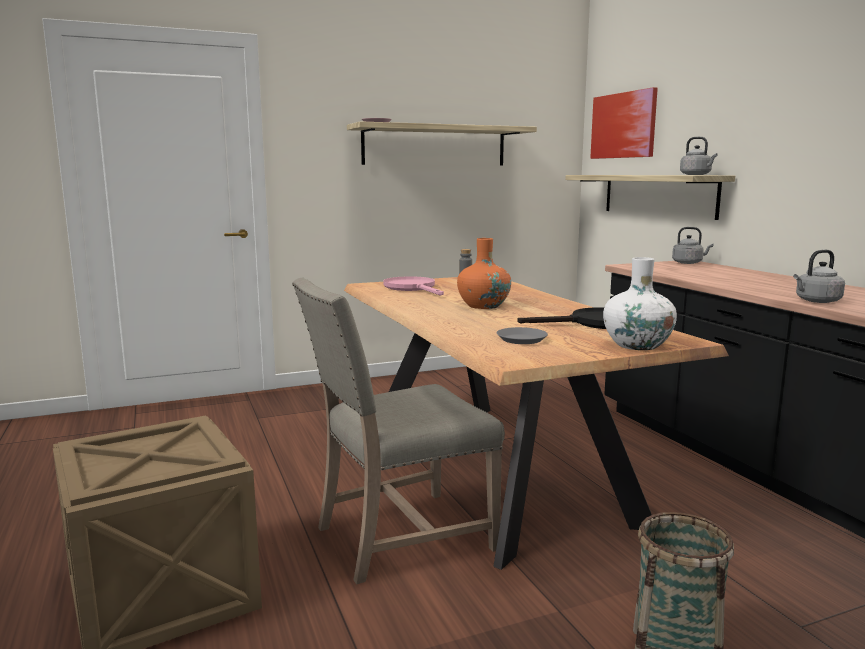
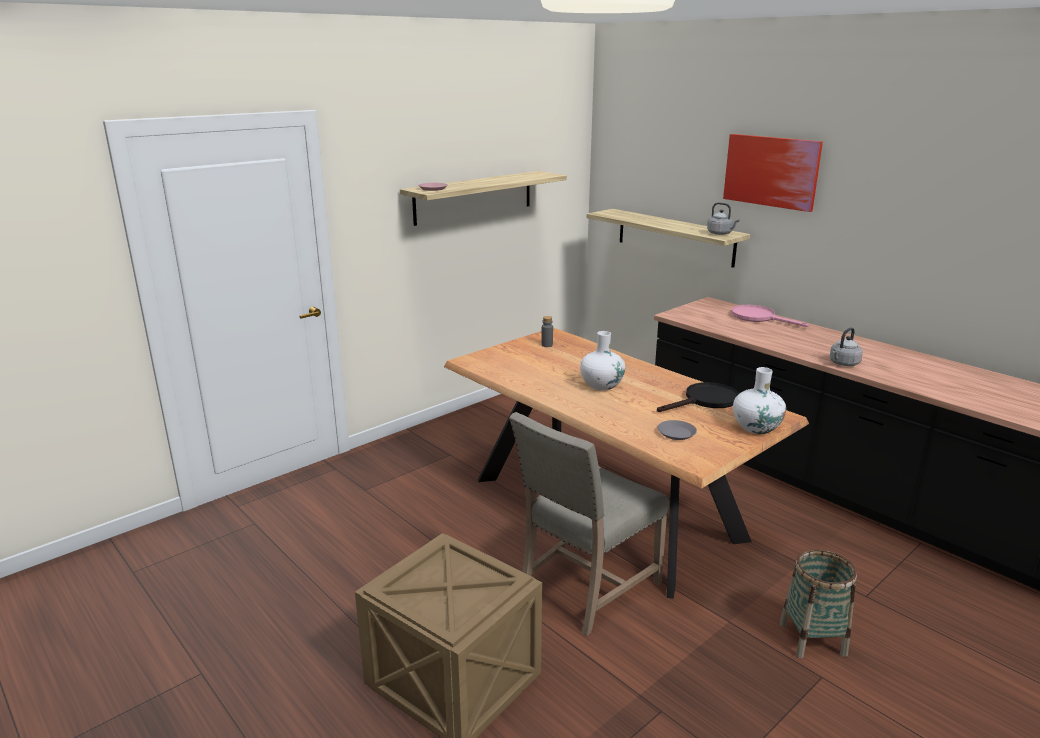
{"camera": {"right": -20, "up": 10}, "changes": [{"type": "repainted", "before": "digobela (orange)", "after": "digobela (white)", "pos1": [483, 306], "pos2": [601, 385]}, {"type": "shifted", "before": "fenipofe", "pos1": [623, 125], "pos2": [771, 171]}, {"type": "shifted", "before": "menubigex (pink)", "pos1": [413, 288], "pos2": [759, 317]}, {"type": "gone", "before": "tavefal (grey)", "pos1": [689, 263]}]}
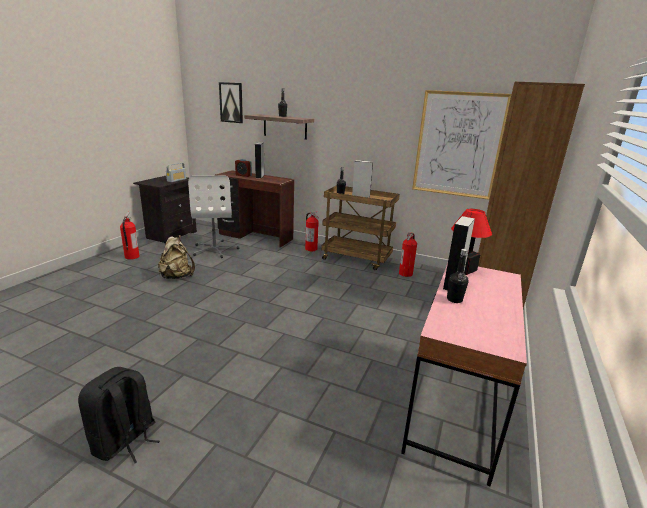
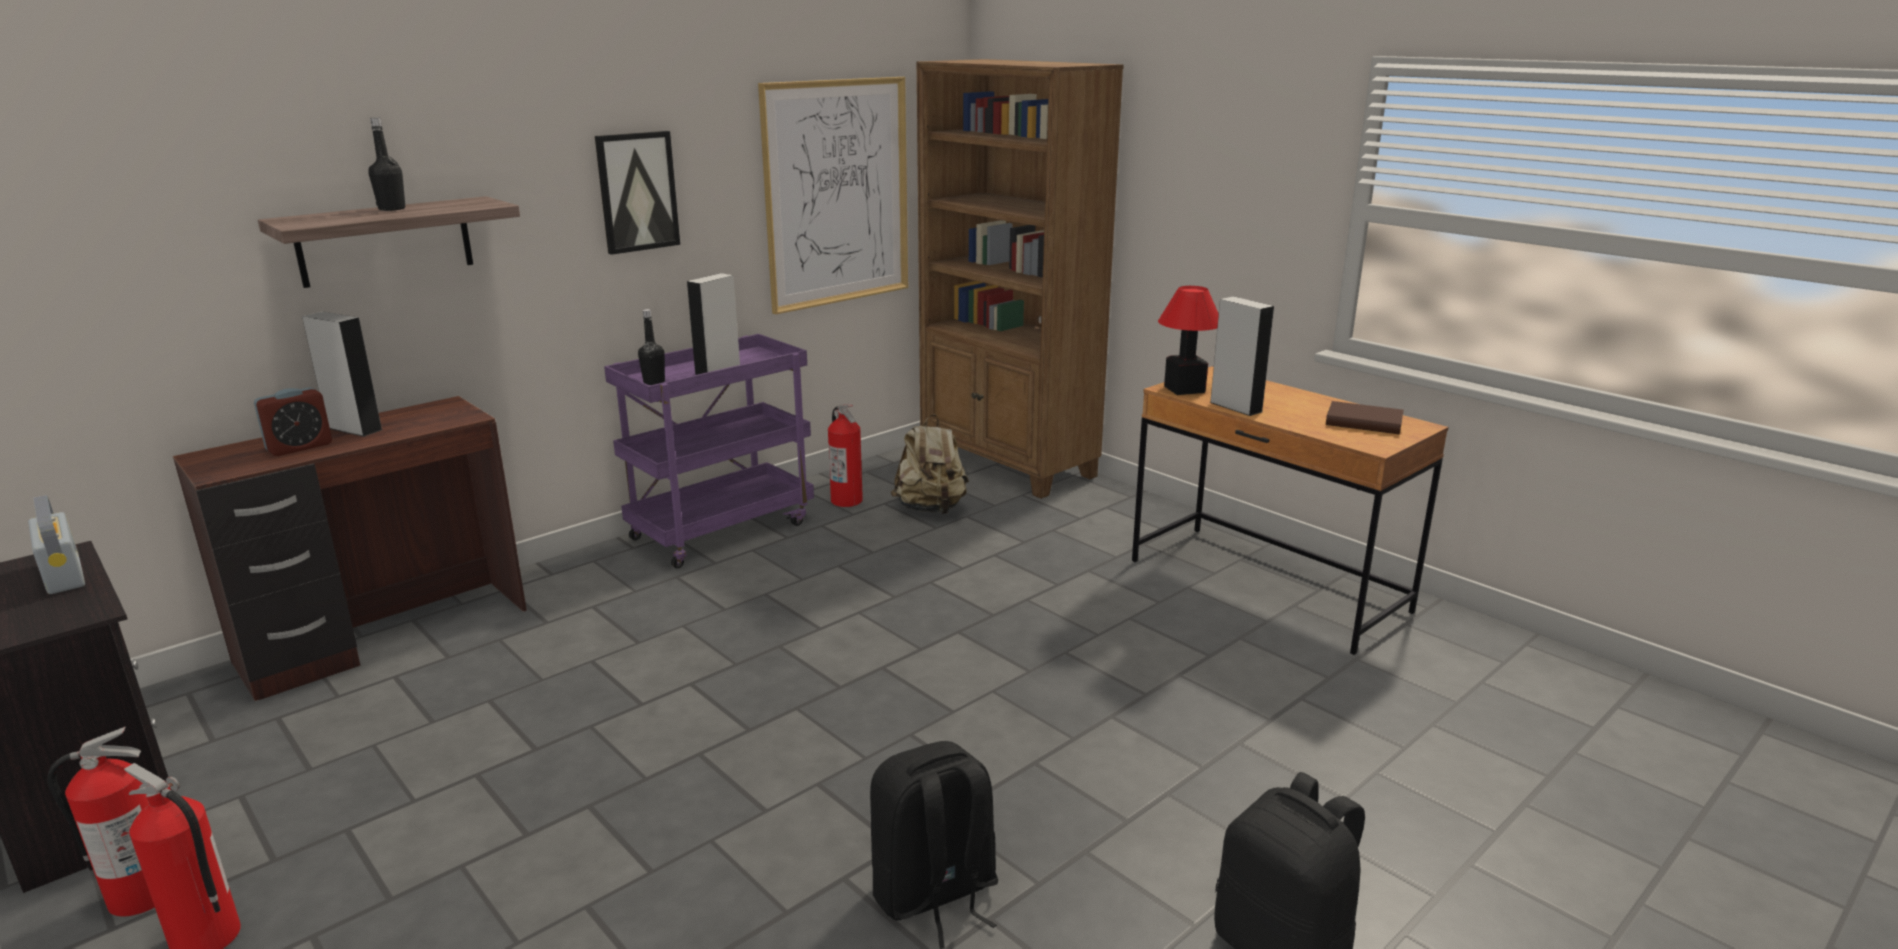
{"camera": {"right": -65, "up": 0}, "changes": [{"type": "shifted", "before": "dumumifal", "pos1": [311, 249], "pos2": [141, 896]}, {"type": "shifted", "before": "fenipofe", "pos1": [231, 102], "pos2": [637, 192]}, {"type": "repainted", "before": "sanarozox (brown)", "after": "sanarozox (purple)", "pos1": [357, 259], "pos2": [722, 529]}, {"type": "new", "after": "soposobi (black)", "pos2": [935, 895]}, {"type": "shifted", "before": "soposobi (beige)", "pos1": [177, 276], "pos2": [931, 509]}, {"type": "repainted", "before": "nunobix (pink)", "after": "nunobix (brown)", "pos1": [454, 406], "pos2": [1267, 586]}, {"type": "new", "after": "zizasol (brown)", "pos2": [1363, 423]}, {"type": "gone", "before": "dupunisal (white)", "pos1": [215, 249]}, {"type": "gone", "before": "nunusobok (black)", "pos1": [454, 299]}]}
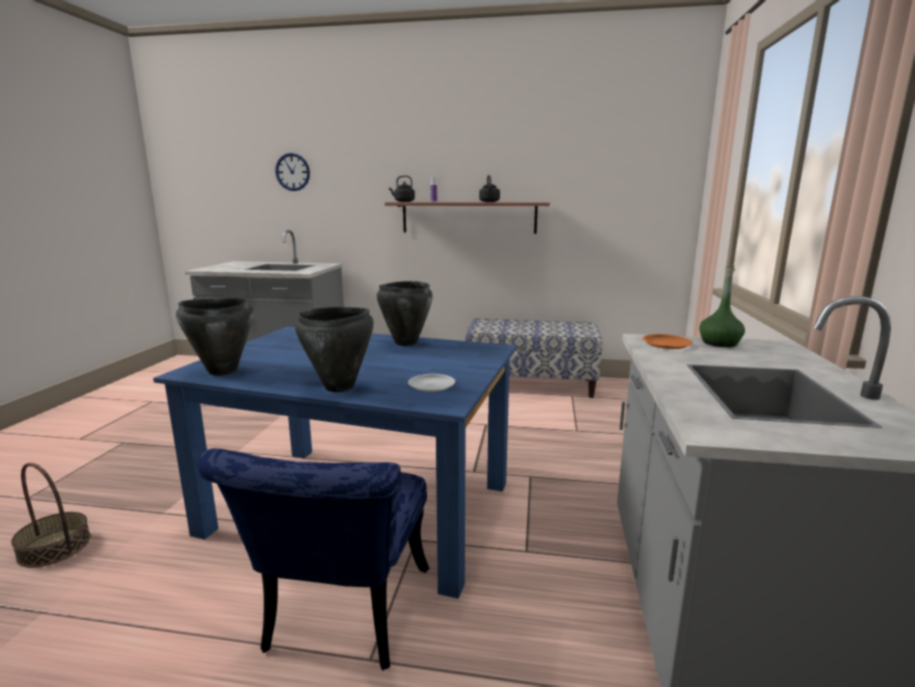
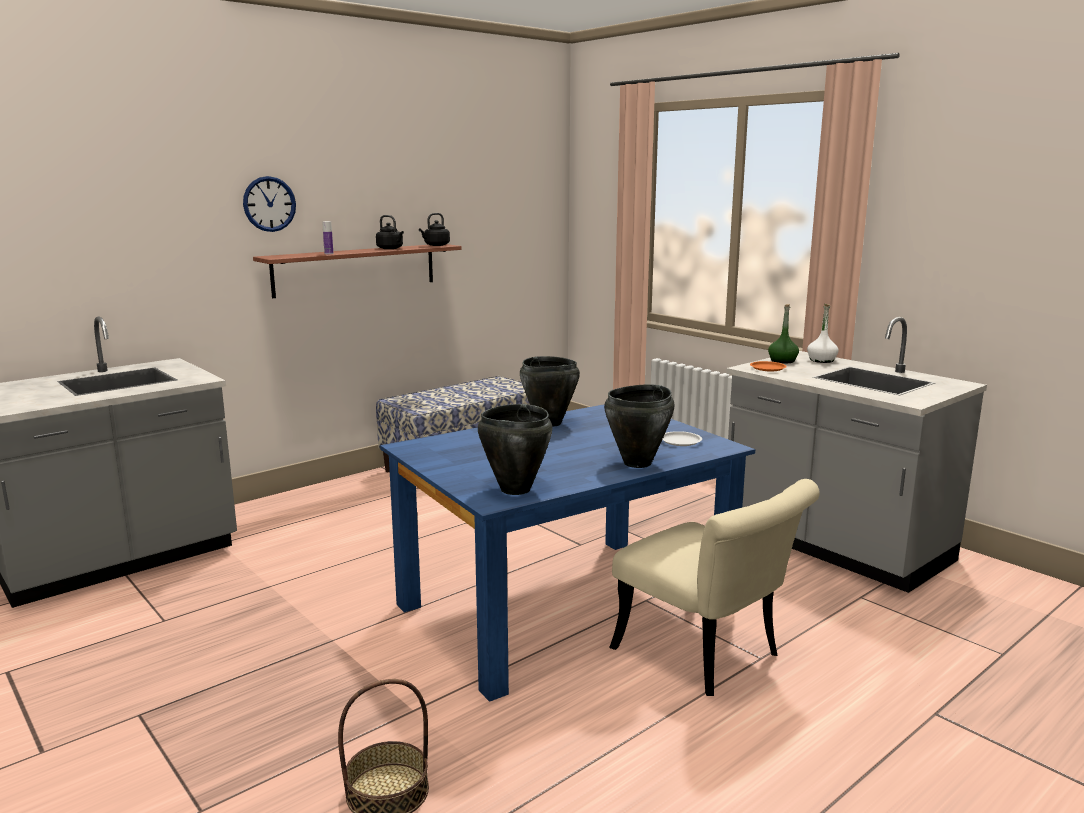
{"camera": {"right": -50, "up": 0}, "changes": [{"type": "shifted", "before": "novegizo", "pos1": [292, 172], "pos2": [269, 204]}, {"type": "shifted", "before": "tavefal (black)", "pos1": [403, 202], "pos2": [435, 245]}, {"type": "repainted", "before": "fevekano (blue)", "after": "fevekano (beige)", "pos1": [341, 619], "pos2": [707, 657]}, {"type": "new", "after": "nunusobok (white)", "pos2": [821, 360]}]}
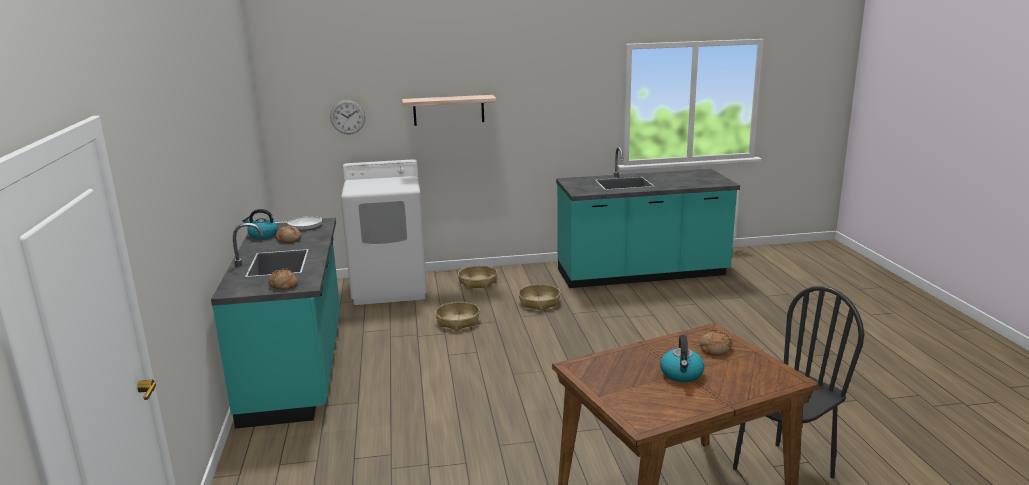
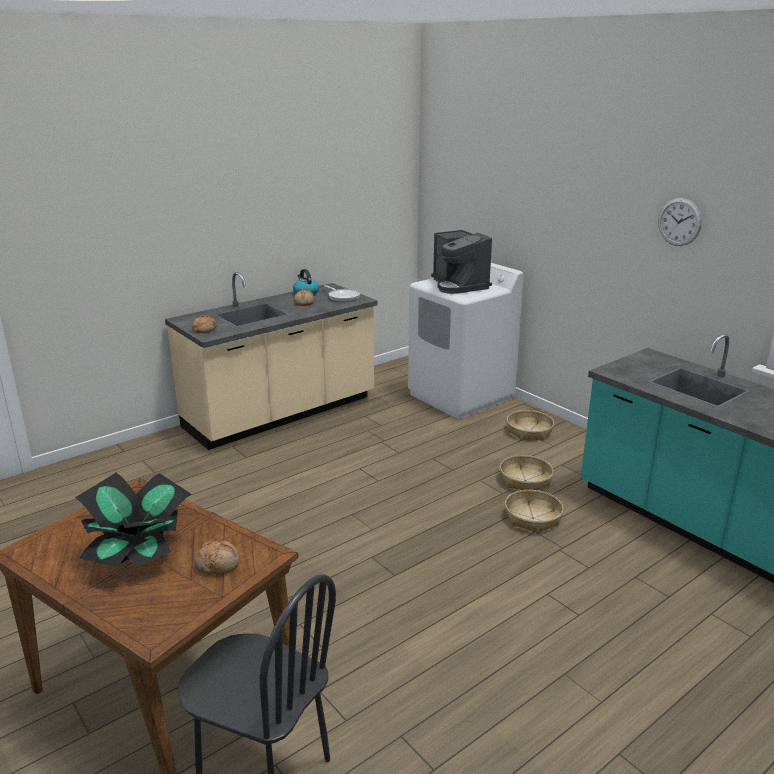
{"camera": {"right": 60, "up": 5}, "changes": [{"type": "swapped", "before": "tavefal", "after": "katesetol", "pos1": [682, 374], "pos2": [139, 554]}, {"type": "repainted", "before": "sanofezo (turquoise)", "after": "sanofezo (beige)", "pos1": [297, 367], "pos2": [281, 413]}, {"type": "new", "after": "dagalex", "pos2": [459, 285]}, {"type": "shifted", "before": "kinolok", "pos1": [458, 321], "pos2": [533, 518]}, {"type": "shifted", "before": "novegizo", "pos1": [347, 117], "pos2": [679, 222]}, {"type": "gone", "before": "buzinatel", "pos1": [448, 110]}]}
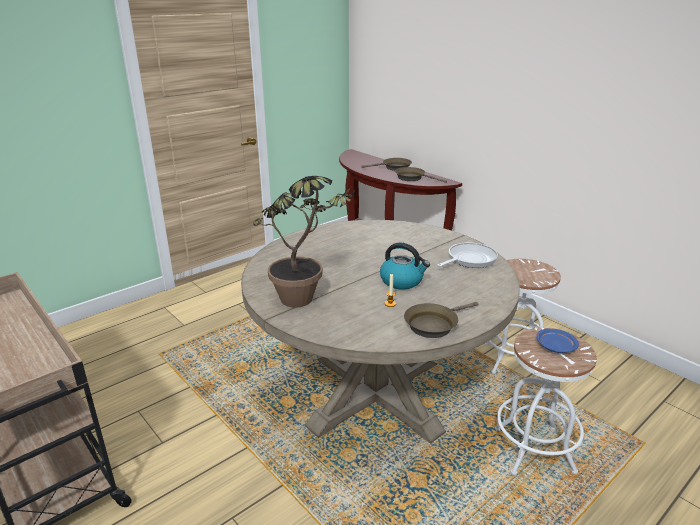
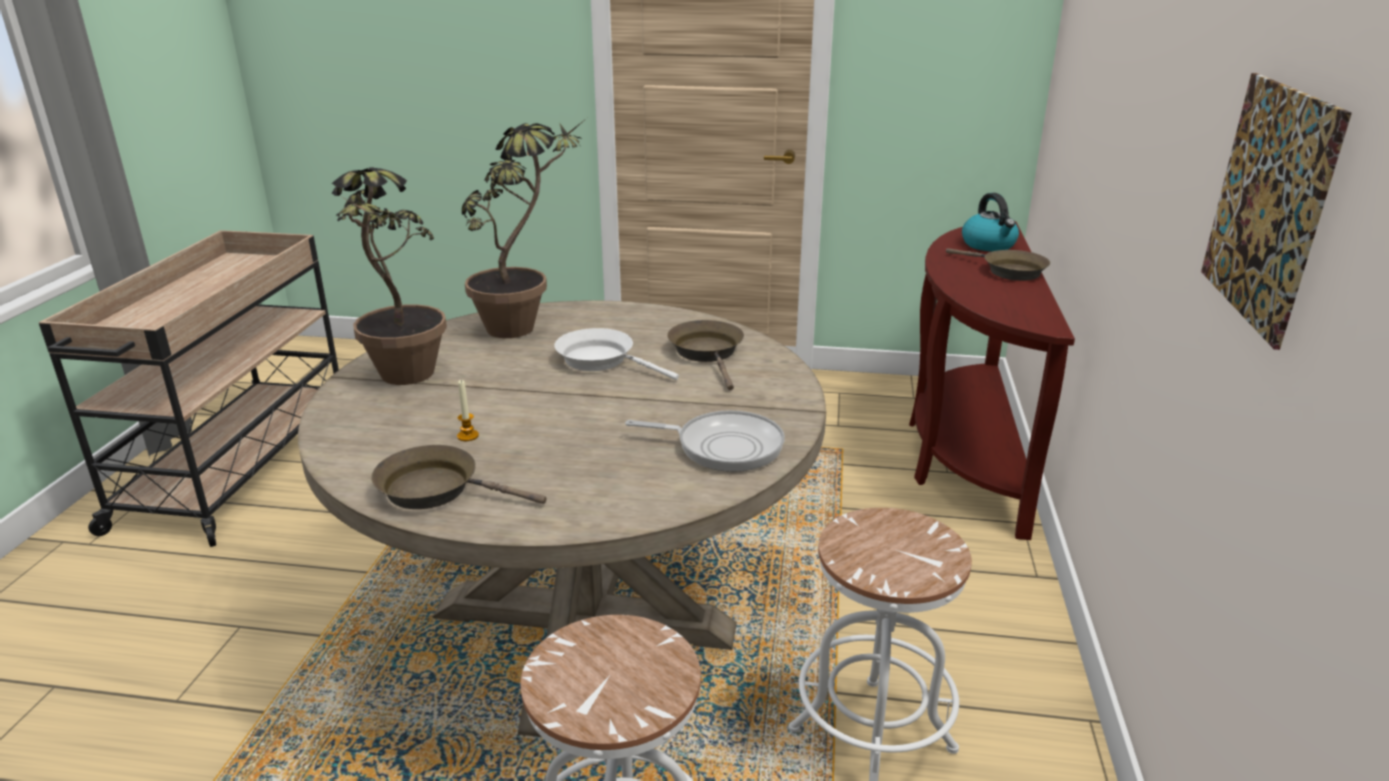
{"camera": {"right": 50, "up": 0}, "changes": [{"type": "new", "after": "katesetol", "pos2": [525, 324]}, {"type": "new", "after": "menubigex (white)", "pos2": [601, 360]}, {"type": "shifted", "before": "menubigex (brown)", "pos1": [412, 178], "pos2": [708, 353]}, {"type": "shifted", "before": "tavefal", "pos1": [402, 281], "pos2": [989, 245]}, {"type": "new", "after": "fenipofe", "pos2": [1267, 204]}, {"type": "gone", "before": "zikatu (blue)", "pos1": [555, 346]}]}
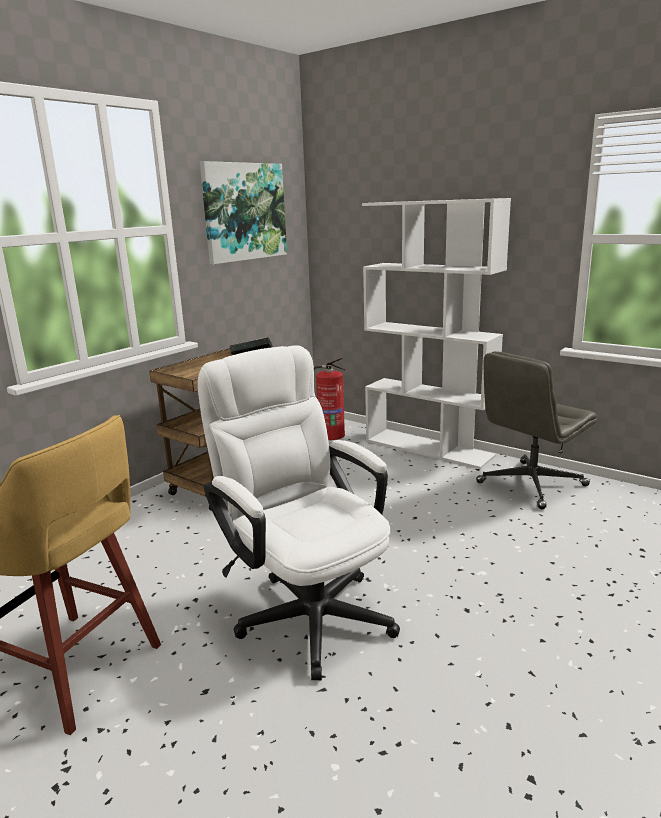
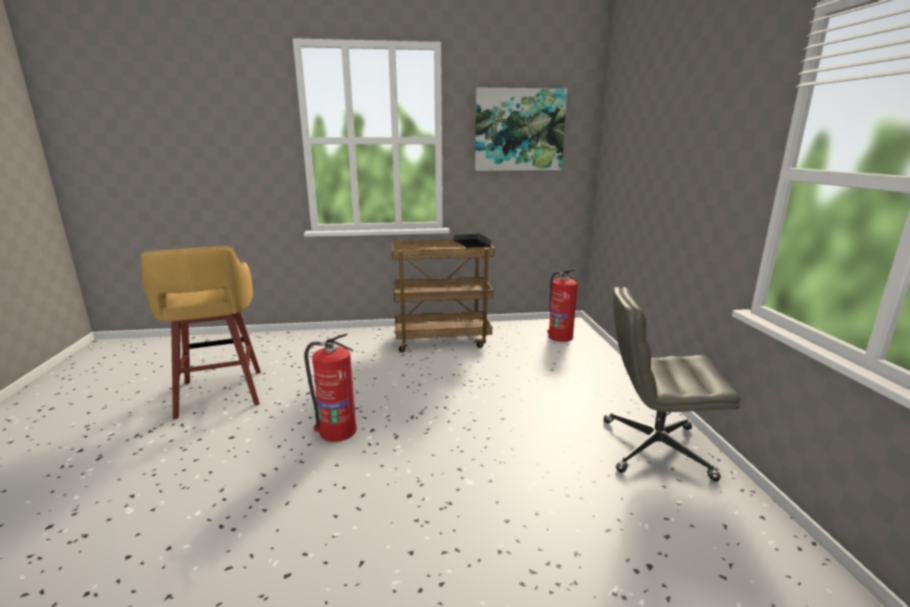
{"camera": {"right": 45, "up": 0}, "changes": [{"type": "swapped", "before": "dupunisal (white)", "after": "dumumifal", "pos1": [306, 609], "pos2": [337, 431]}, {"type": "gone", "before": "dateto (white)", "pos1": [429, 448]}]}
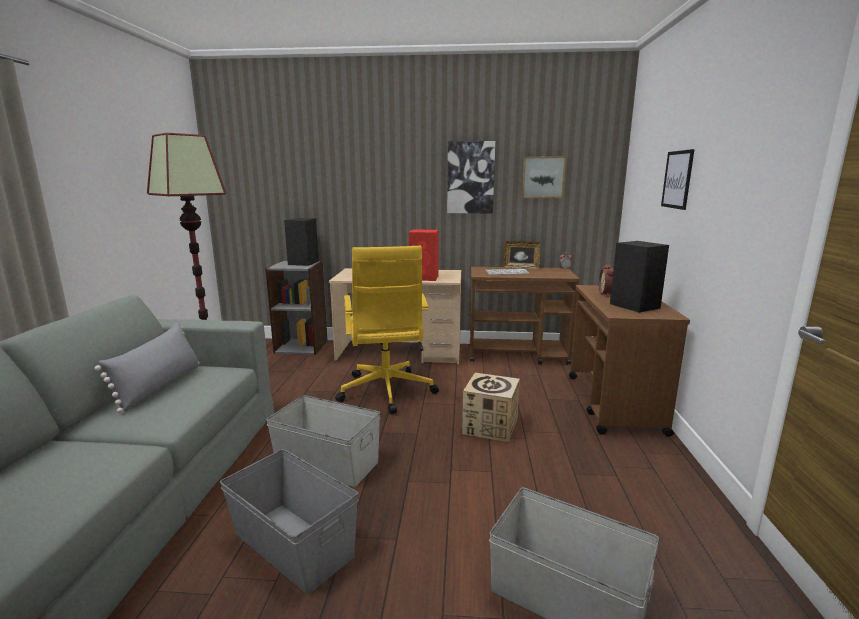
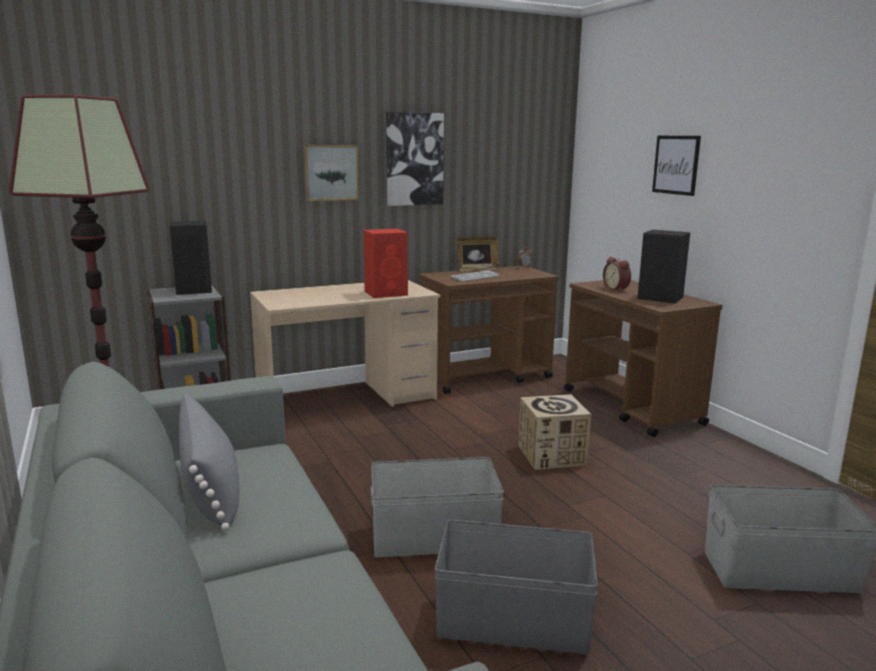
{"camera": {"right": -30, "up": 0}, "changes": [{"type": "shifted", "before": "fenipofe", "pos1": [543, 177], "pos2": [330, 172]}, {"type": "gone", "before": "dupunisal (yellow)", "pos1": [386, 392]}]}
